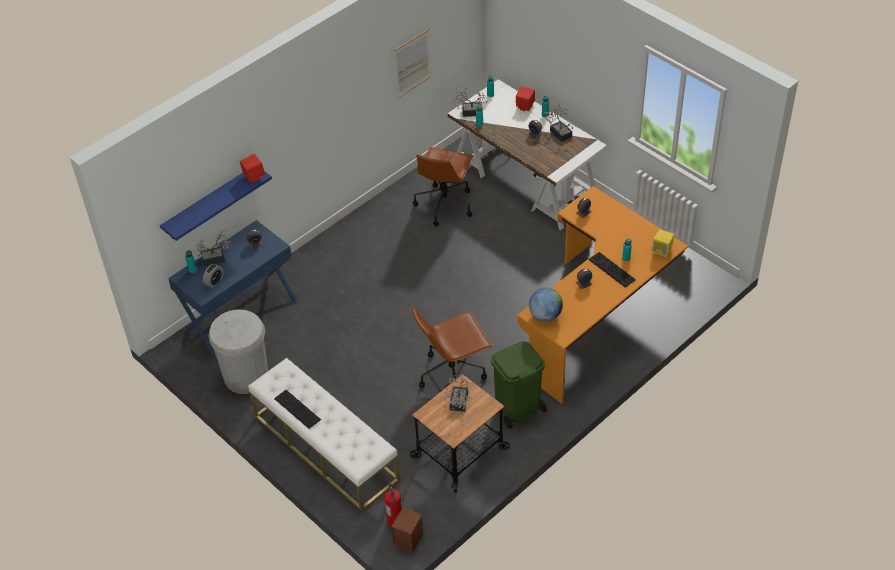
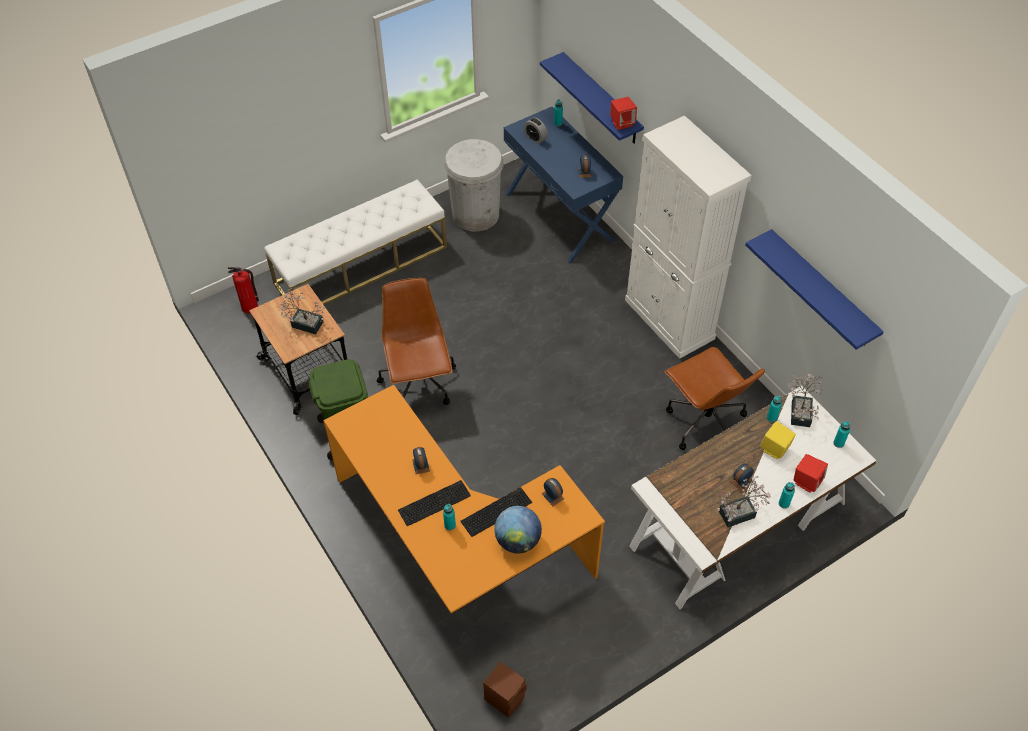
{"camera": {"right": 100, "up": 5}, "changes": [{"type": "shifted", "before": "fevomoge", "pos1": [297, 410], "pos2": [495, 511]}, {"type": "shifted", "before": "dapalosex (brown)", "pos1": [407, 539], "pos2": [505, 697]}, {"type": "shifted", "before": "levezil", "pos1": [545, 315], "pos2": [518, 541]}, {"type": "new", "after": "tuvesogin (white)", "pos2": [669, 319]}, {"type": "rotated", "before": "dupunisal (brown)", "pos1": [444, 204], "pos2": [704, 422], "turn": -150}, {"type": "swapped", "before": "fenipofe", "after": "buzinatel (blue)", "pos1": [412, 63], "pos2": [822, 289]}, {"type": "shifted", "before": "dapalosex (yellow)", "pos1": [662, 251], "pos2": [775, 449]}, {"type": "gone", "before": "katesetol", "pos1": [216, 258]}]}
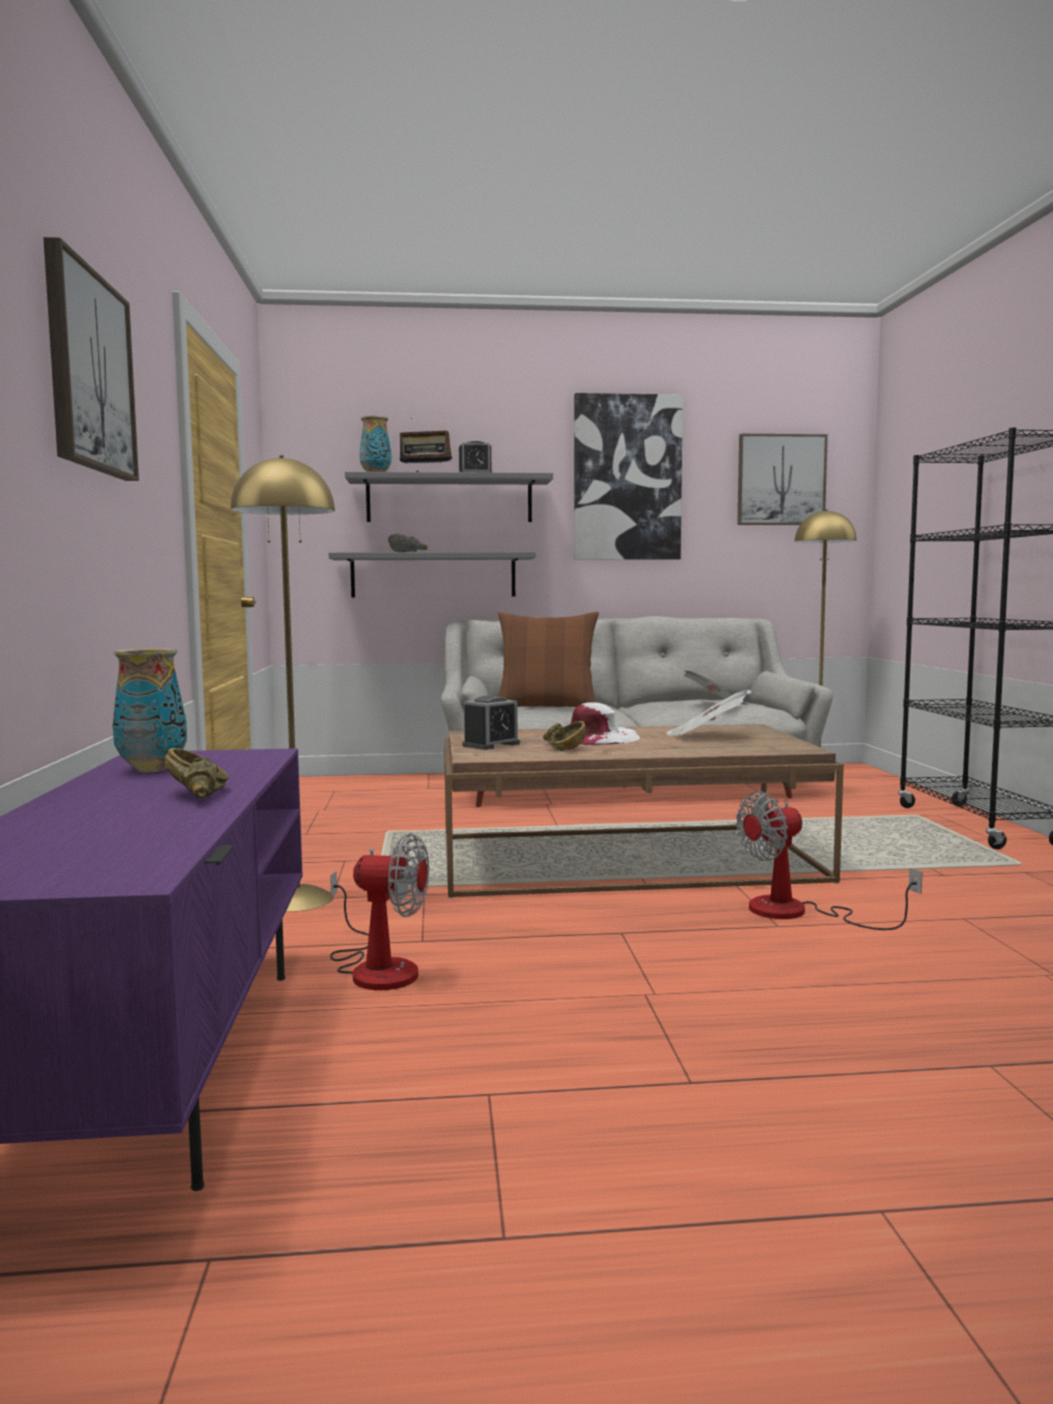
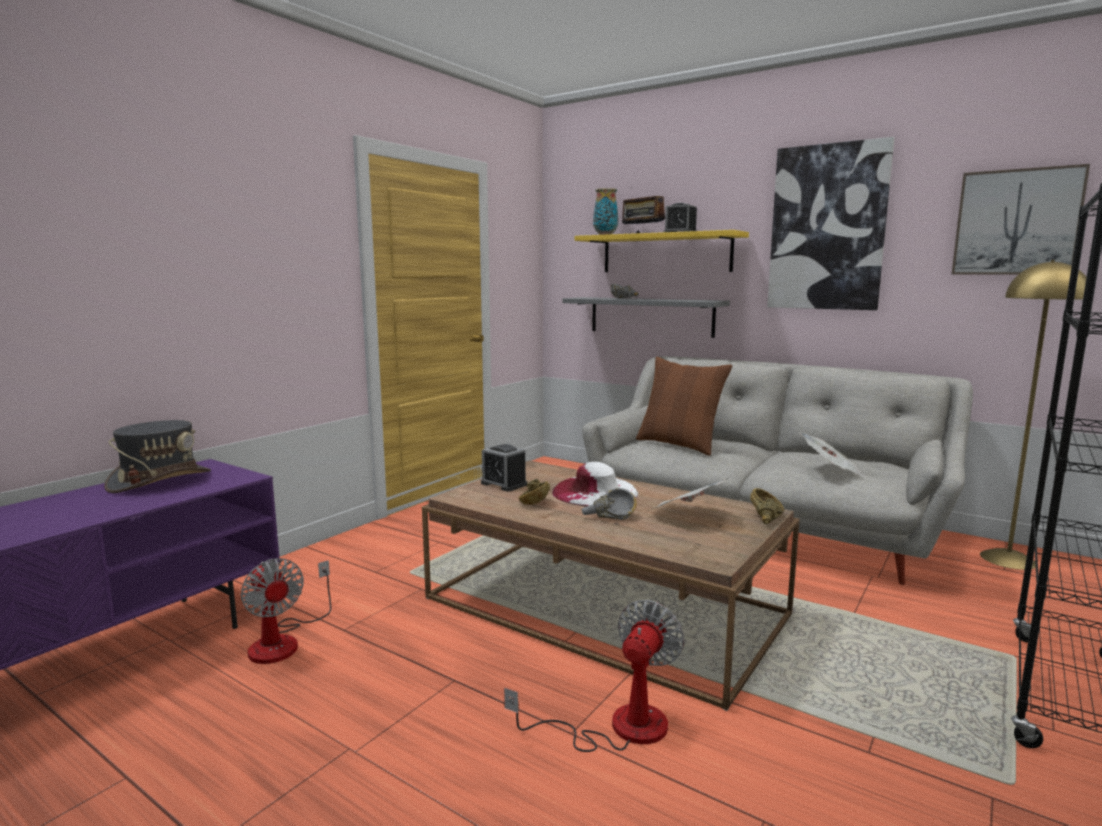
{"camera": {"right": 40, "up": 5}, "changes": [{"type": "swapped", "before": "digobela", "after": "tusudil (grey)", "pos1": [152, 769], "pos2": [160, 480]}, {"type": "rotated", "before": "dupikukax", "pos1": [491, 744], "pos2": [504, 484], "turn": 45}, {"type": "rotated", "before": "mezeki", "pos1": [798, 912], "pos2": [618, 727], "turn": 105}, {"type": "repainted", "before": "buzinatel (grey)", "after": "buzinatel (yellow)", "pos1": [449, 500], "pos2": [666, 253]}, {"type": "new", "after": "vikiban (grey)", "pos2": [609, 517]}, {"type": "shifted", "before": "vikiban (brown)", "pos1": [202, 795], "pos2": [767, 518]}, {"type": "gone", "before": "fenipofe", "pos1": [89, 372]}, {"type": "gone", "before": "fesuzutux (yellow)", "pos1": [298, 899]}]}
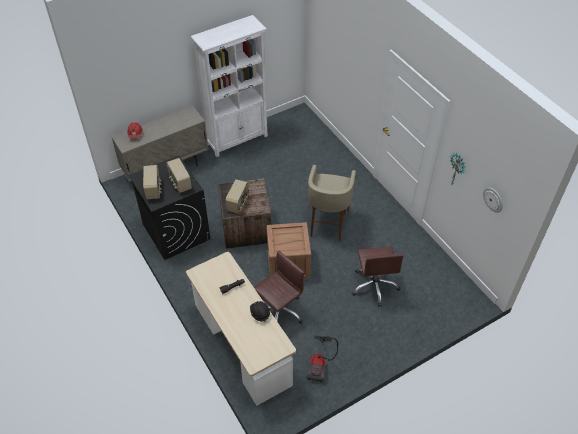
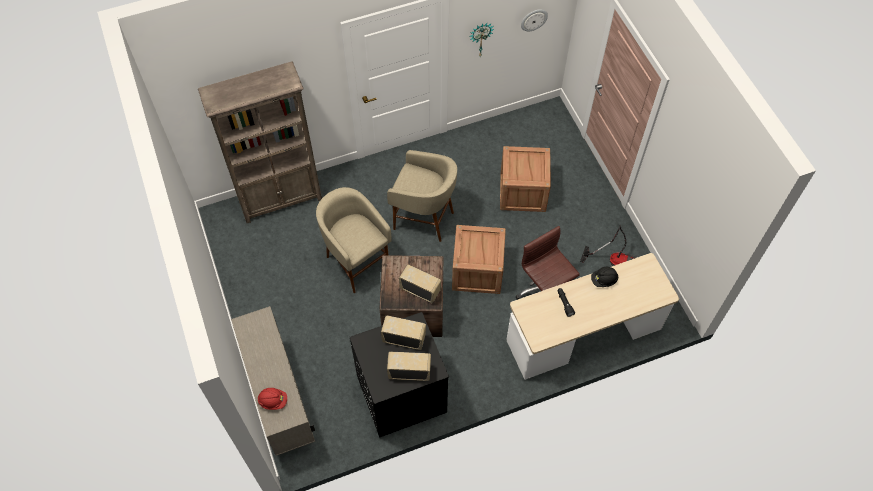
{"camera": {"right": -80, "up": 10}, "changes": [{"type": "new", "after": "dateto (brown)", "pos2": [281, 199]}, {"type": "new", "after": "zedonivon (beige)", "pos2": [356, 263]}, {"type": "rotated", "before": "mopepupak", "pos1": [179, 183], "pos2": [404, 338], "turn": -150}, {"type": "swapped", "before": "dupunisal (brown)", "after": "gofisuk", "pos1": [374, 286], "pos2": [522, 192]}, {"type": "gone", "before": "dateto (white)", "pos1": [237, 139]}]}
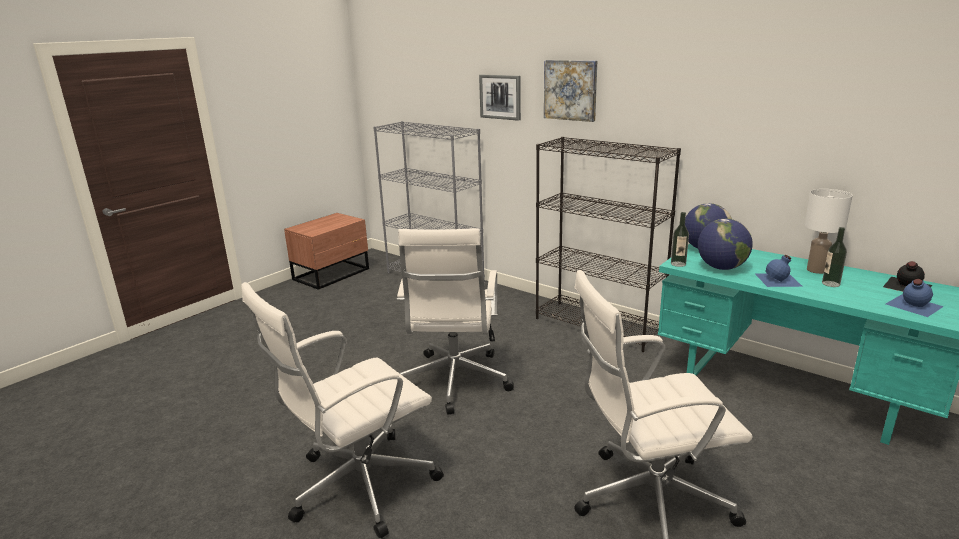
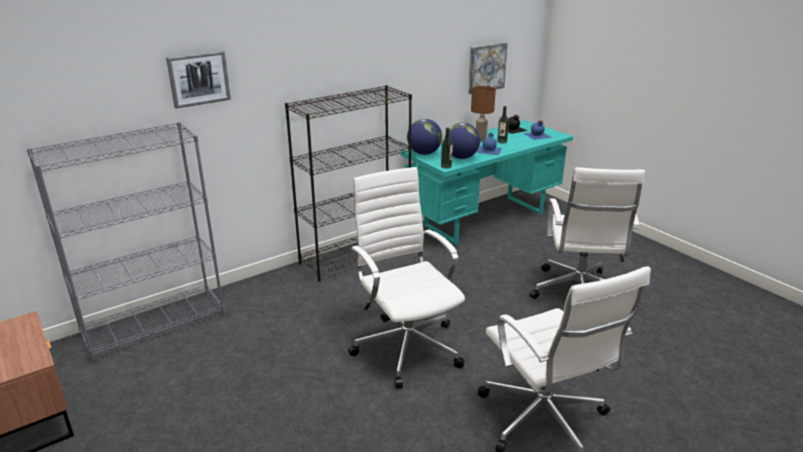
{"camera": {"right": -75, "up": 5}, "changes": [{"type": "rotated", "before": "dupunisal (white)", "pos1": [454, 382], "pos2": [406, 346], "turn": -135}, {"type": "shifted", "before": "fenipofe", "pos1": [570, 90], "pos2": [486, 67]}, {"type": "repainted", "before": "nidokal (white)", "after": "nidokal (brown)", "pos1": [816, 270], "pos2": [480, 139]}]}
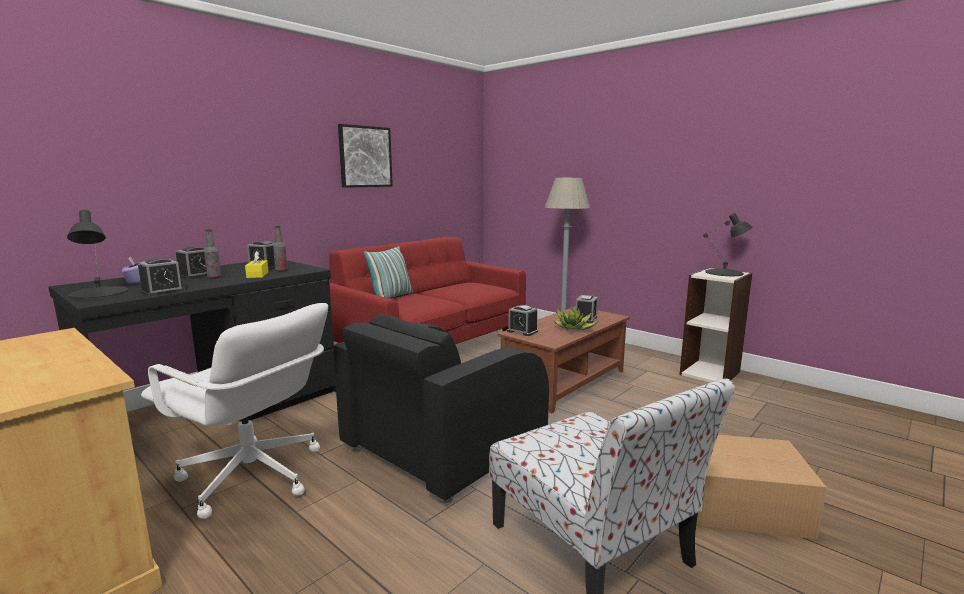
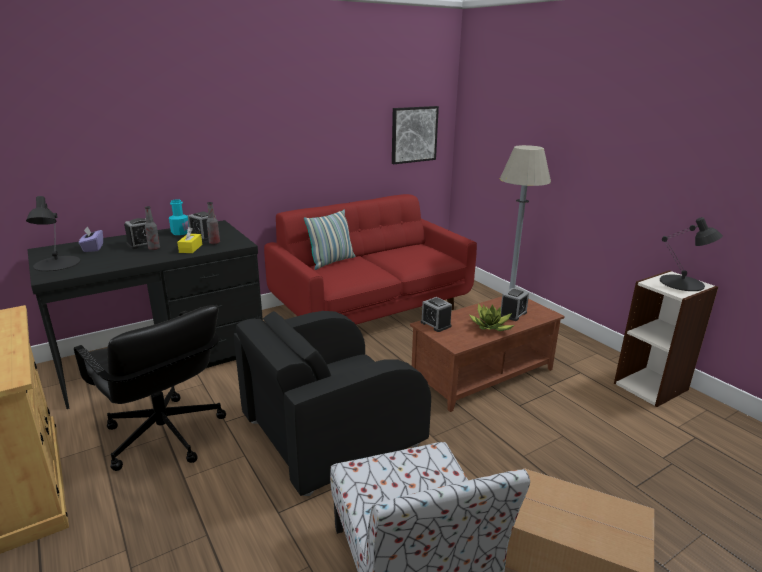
{"camera": {"right": 15, "up": 10}, "changes": [{"type": "repainted", "before": "dupunisal (white)", "after": "dupunisal (black)", "pos1": [252, 477], "pos2": [164, 436]}, {"type": "new", "after": "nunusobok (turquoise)", "pos2": [180, 232]}, {"type": "shifted", "before": "fenipofe", "pos1": [365, 157], "pos2": [414, 134]}, {"type": "gone", "before": "dupikukax", "pos1": [163, 291]}]}
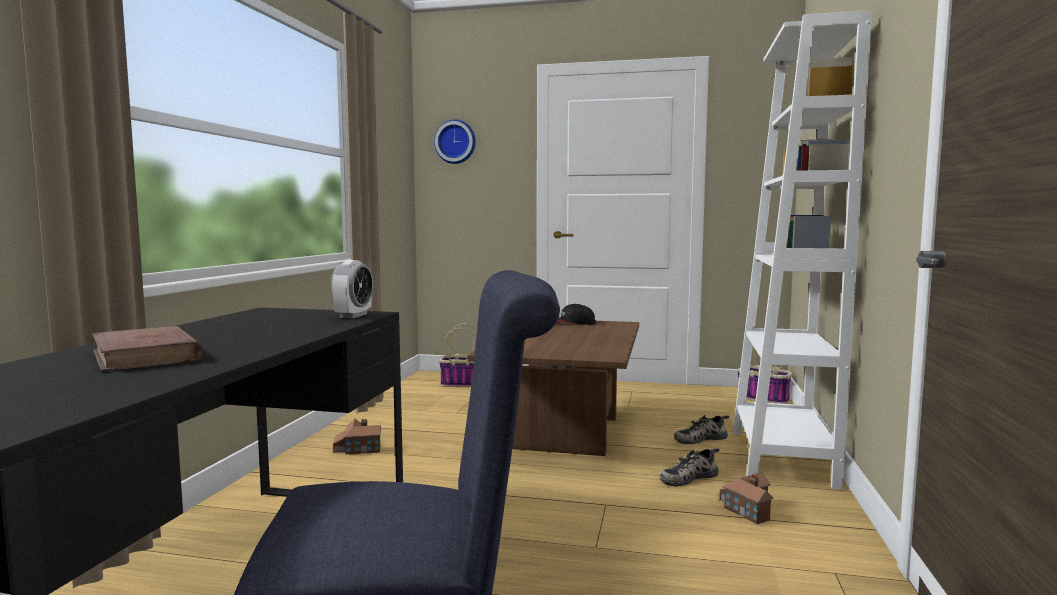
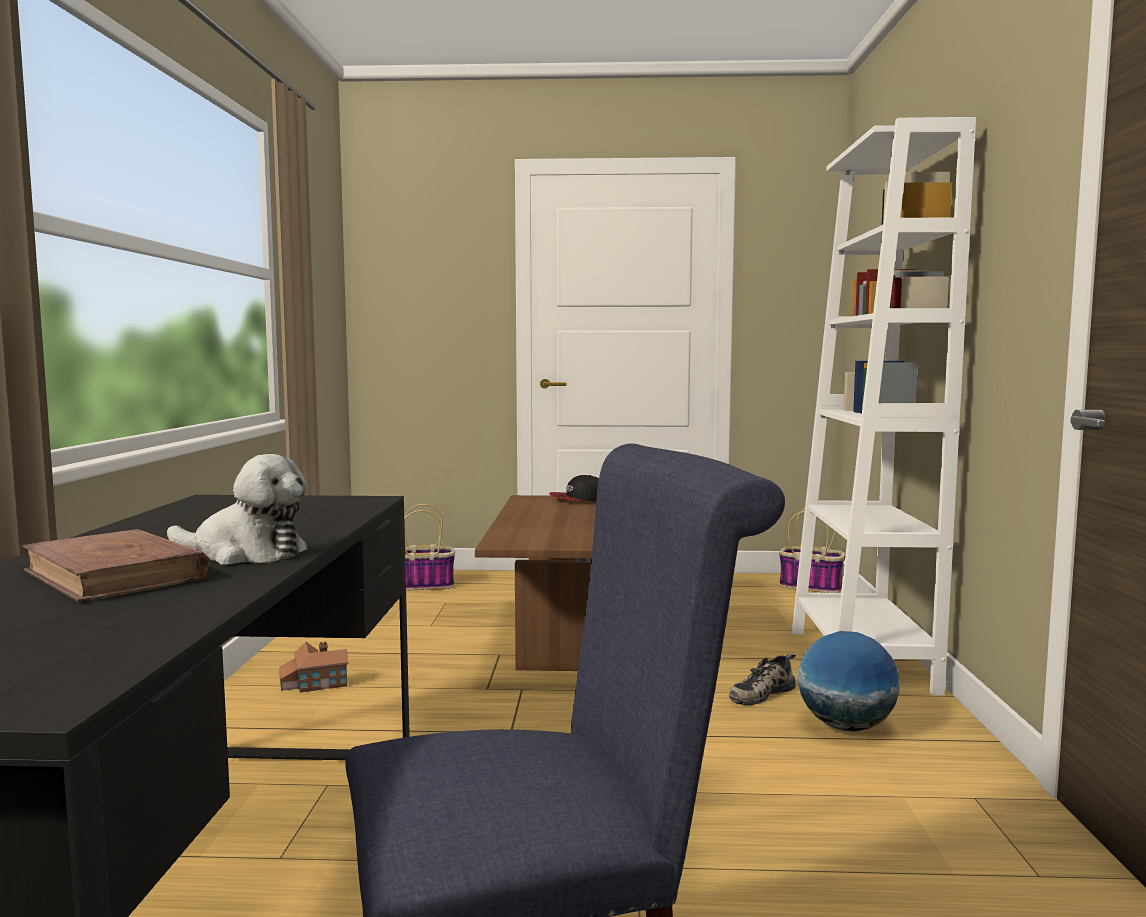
{"camera": {"right": -10, "up": 0}, "changes": [{"type": "new", "after": "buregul", "pos2": [245, 553]}, {"type": "swapped", "before": "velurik", "after": "levezil", "pos1": [747, 508], "pos2": [846, 726]}, {"type": "gone", "before": "dupikukax", "pos1": [353, 316]}, {"type": "gone", "before": "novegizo", "pos1": [456, 142]}, {"type": "gone", "before": "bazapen", "pos1": [700, 438]}]}
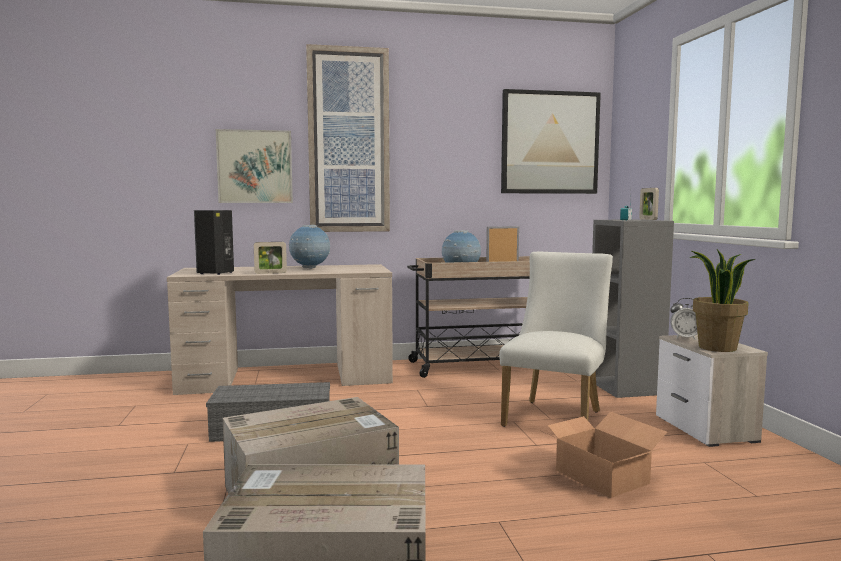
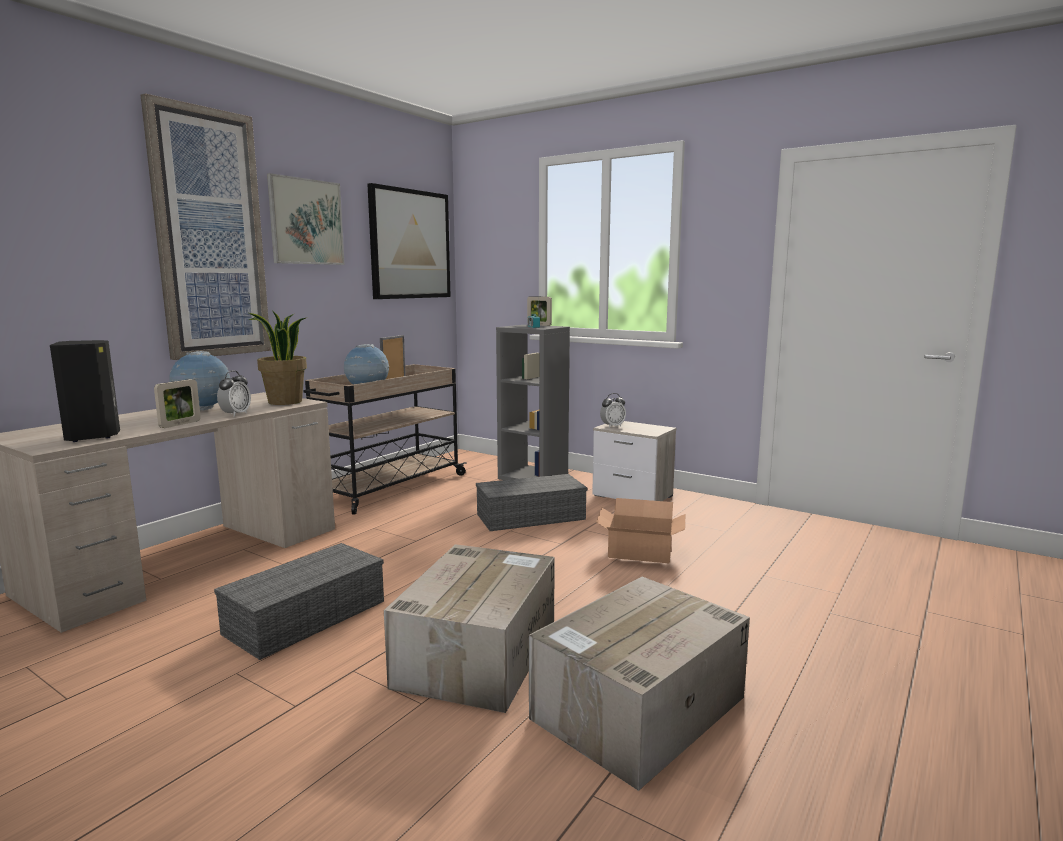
{"camera": {"right": -45, "up": 5}, "changes": [{"type": "new", "after": "dupikukax", "pos2": [235, 414]}, {"type": "shifted", "before": "katesetol", "pos1": [717, 348], "pos2": [285, 402]}, {"type": "shifted", "before": "fenipofe", "pos1": [255, 166], "pos2": [306, 222]}, {"type": "swapped", "before": "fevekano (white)", "after": "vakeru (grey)", "pos1": [556, 416], "pos2": [532, 516]}]}
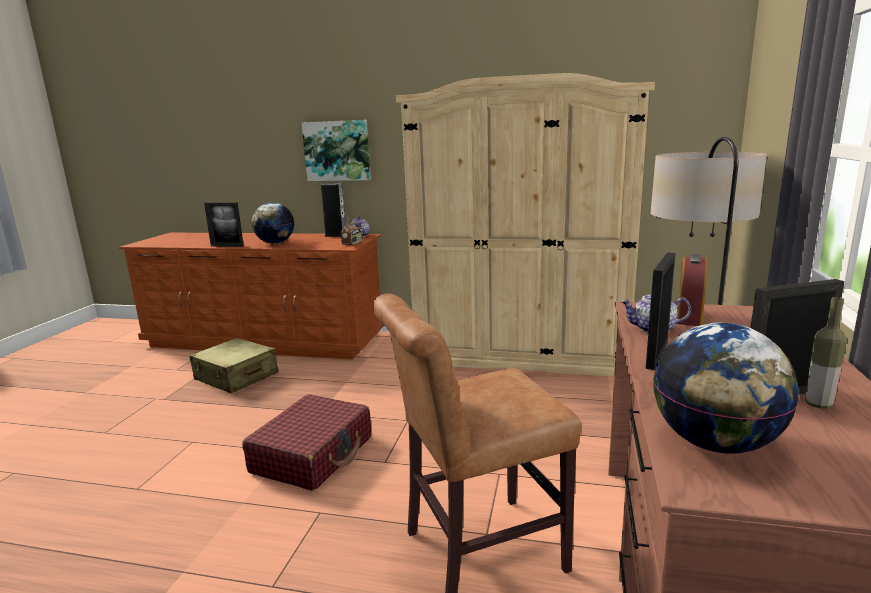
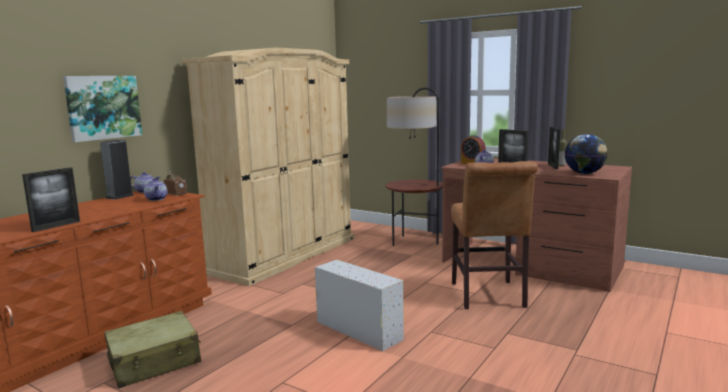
{"camera": {"right": -70, "up": -5}, "changes": [{"type": "new", "after": "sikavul", "pos2": [157, 199]}, {"type": "swapped", "before": "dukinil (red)", "after": "vakeru (white)", "pos1": [313, 454], "pos2": [357, 330]}, {"type": "gone", "before": "levezil", "pos1": [275, 243]}]}
